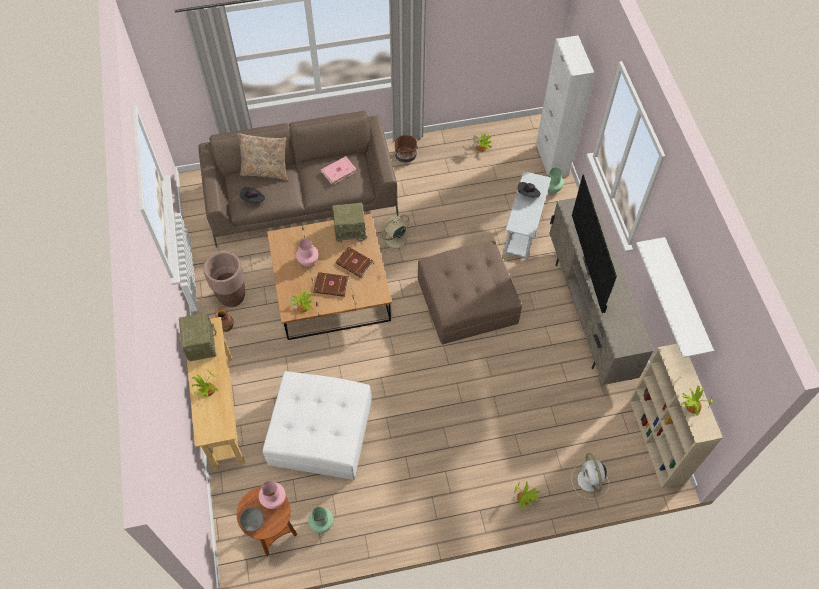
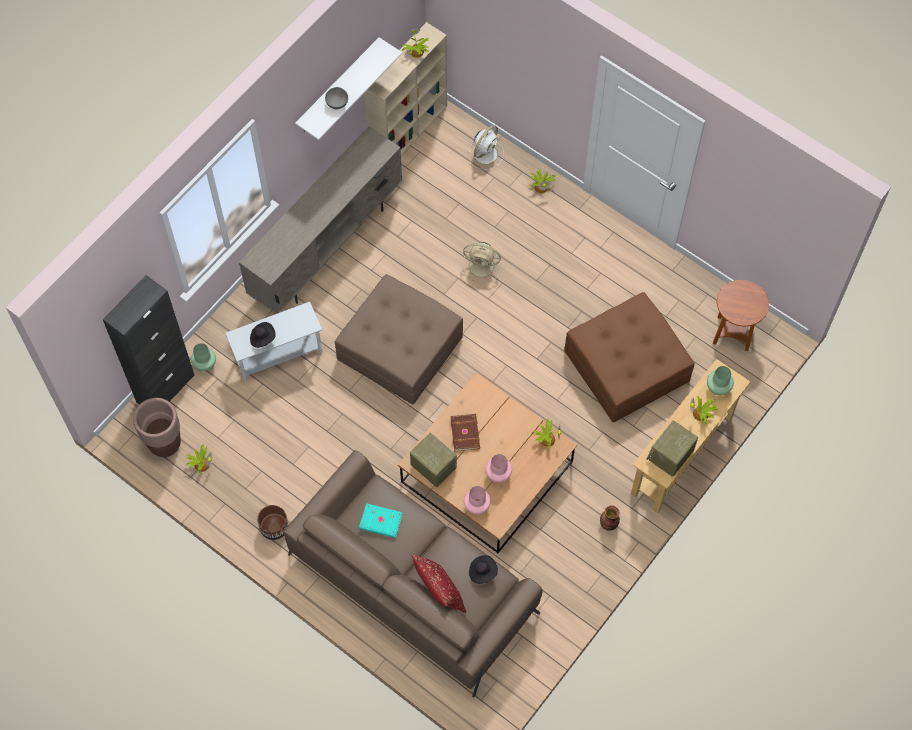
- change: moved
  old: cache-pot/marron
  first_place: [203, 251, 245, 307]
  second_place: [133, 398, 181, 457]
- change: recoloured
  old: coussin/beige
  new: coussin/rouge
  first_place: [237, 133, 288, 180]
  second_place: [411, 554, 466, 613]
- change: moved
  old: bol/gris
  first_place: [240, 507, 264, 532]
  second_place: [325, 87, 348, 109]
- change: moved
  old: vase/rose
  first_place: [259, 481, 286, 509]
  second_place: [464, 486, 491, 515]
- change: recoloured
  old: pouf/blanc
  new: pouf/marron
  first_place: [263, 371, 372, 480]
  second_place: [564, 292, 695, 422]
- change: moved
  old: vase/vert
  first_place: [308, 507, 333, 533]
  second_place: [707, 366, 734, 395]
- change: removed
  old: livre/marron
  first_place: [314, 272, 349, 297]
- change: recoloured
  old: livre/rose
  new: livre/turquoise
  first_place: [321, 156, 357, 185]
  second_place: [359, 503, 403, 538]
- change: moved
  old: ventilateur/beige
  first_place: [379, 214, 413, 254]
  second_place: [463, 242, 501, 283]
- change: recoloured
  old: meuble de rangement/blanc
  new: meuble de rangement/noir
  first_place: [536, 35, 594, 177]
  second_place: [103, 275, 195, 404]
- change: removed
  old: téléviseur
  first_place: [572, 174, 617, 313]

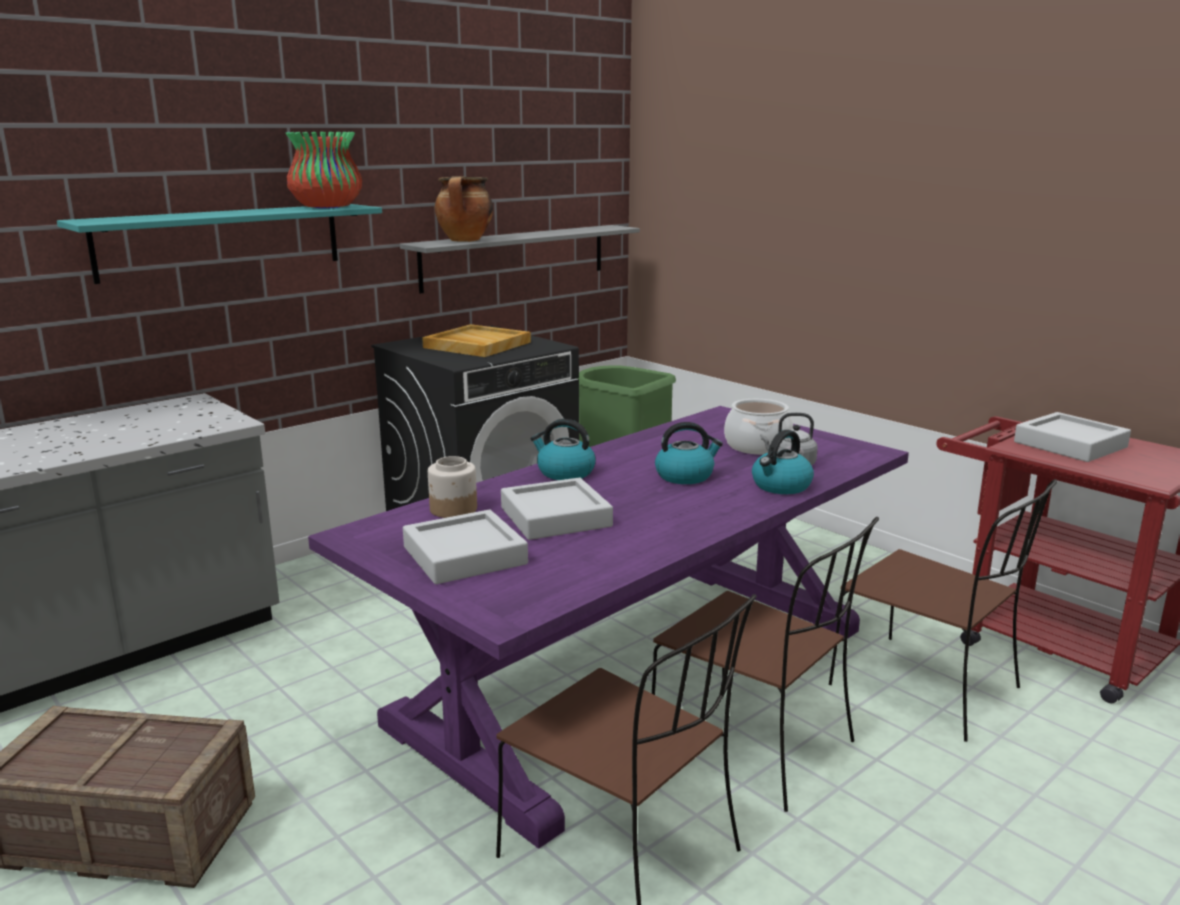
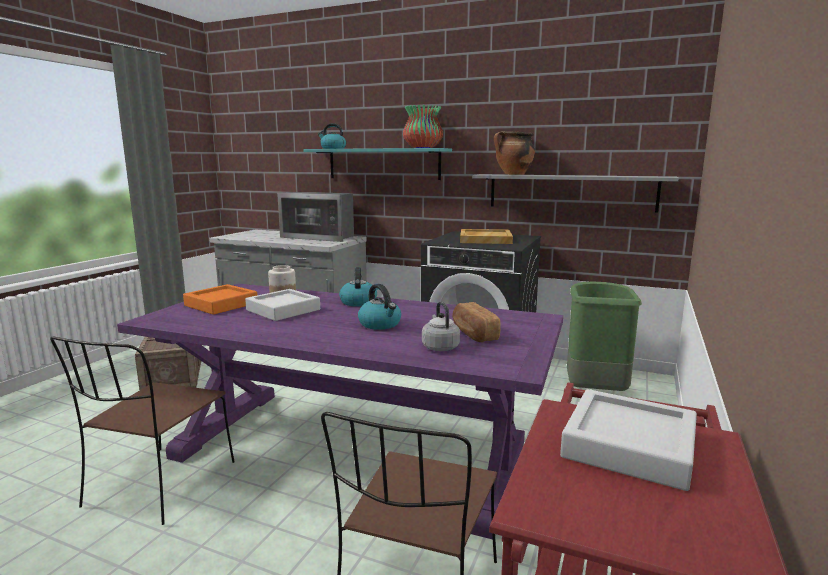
- change: recoloured
  old: plateau/gris
  new: plateau/orange
  first_place: [403, 510, 528, 584]
  second_place: [183, 284, 257, 315]
- change: removed
  old: chaise/marron
  first_place: [652, 517, 879, 812]
- change: replaced
  old: marmite
  new: pain
  first_place: [724, 399, 793, 455]
  second_place: [453, 302, 501, 342]
- change: moved
  old: bouilloire
  first_place: [752, 430, 814, 494]
  second_place: [318, 123, 346, 149]
- change: added
  new: micro-ondes
  second_place: [277, 192, 354, 242]

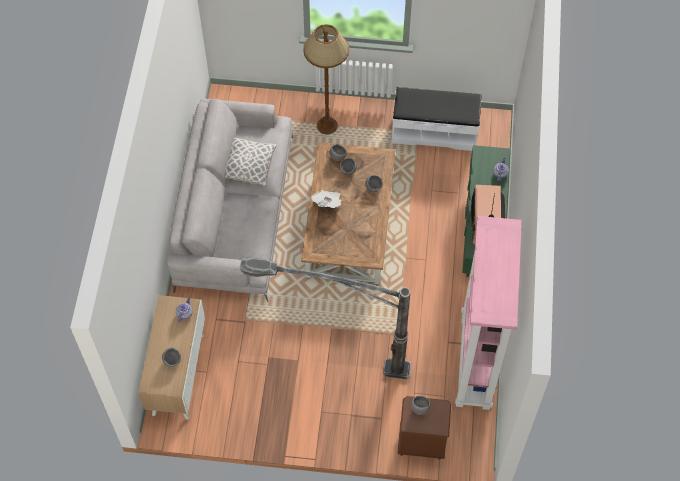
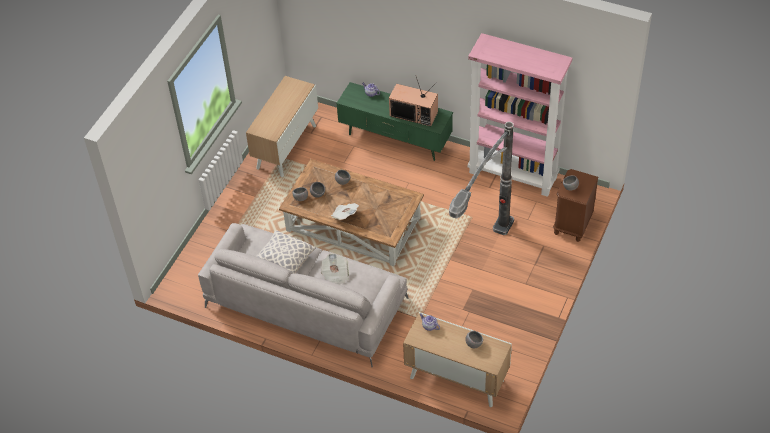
- change: removed
  old: lampadaire/marron
  first_place: [303, 24, 349, 135]
- change: replaced
  old: banc/blanc
  new: meuble de rangement
  first_place: [392, 87, 482, 151]
  second_place: [246, 76, 318, 177]
- change: added
  new: journal
  second_place: [321, 253, 349, 285]

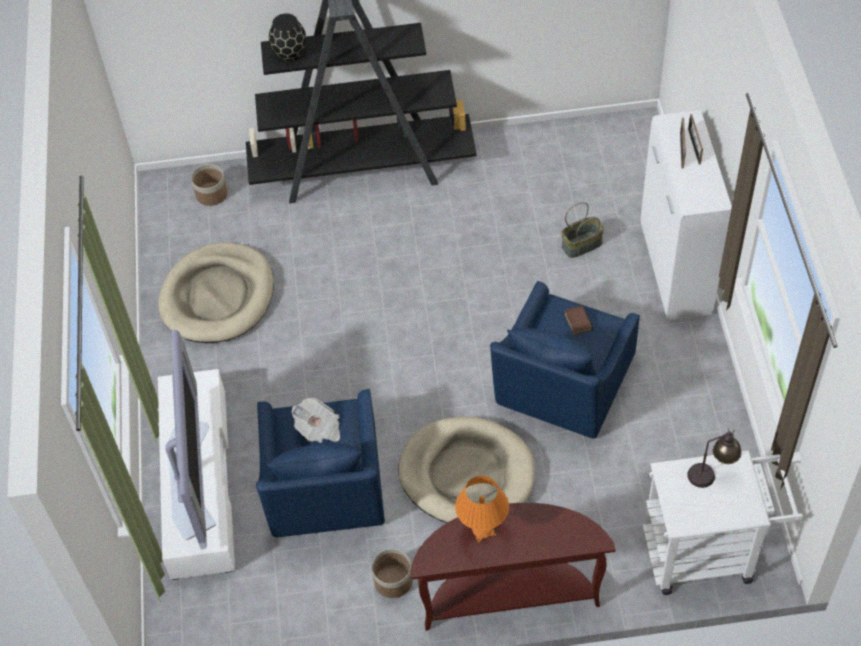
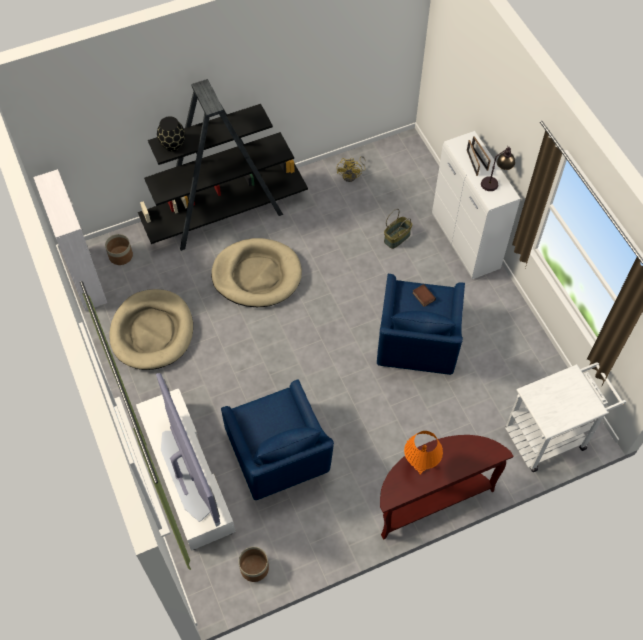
- change: removed
  old: journal
  first_place: [292, 398, 340, 443]
- change: moved
  old: cache-pot
  first_place: [372, 549, 413, 598]
  second_place: [239, 547, 269, 582]
- change: moved
  old: panier pour chien/beige
  first_place: [398, 416, 535, 523]
  second_place: [211, 238, 302, 307]
- change: moved
  old: lampe de table
  first_place: [687, 429, 742, 488]
  second_place: [481, 146, 515, 191]
- change: added
  new: meuble de rangement/blanc
  second_place: [33, 169, 107, 311]
- change: added
  new: ventilateur/jaune
  second_place: [337, 156, 366, 182]

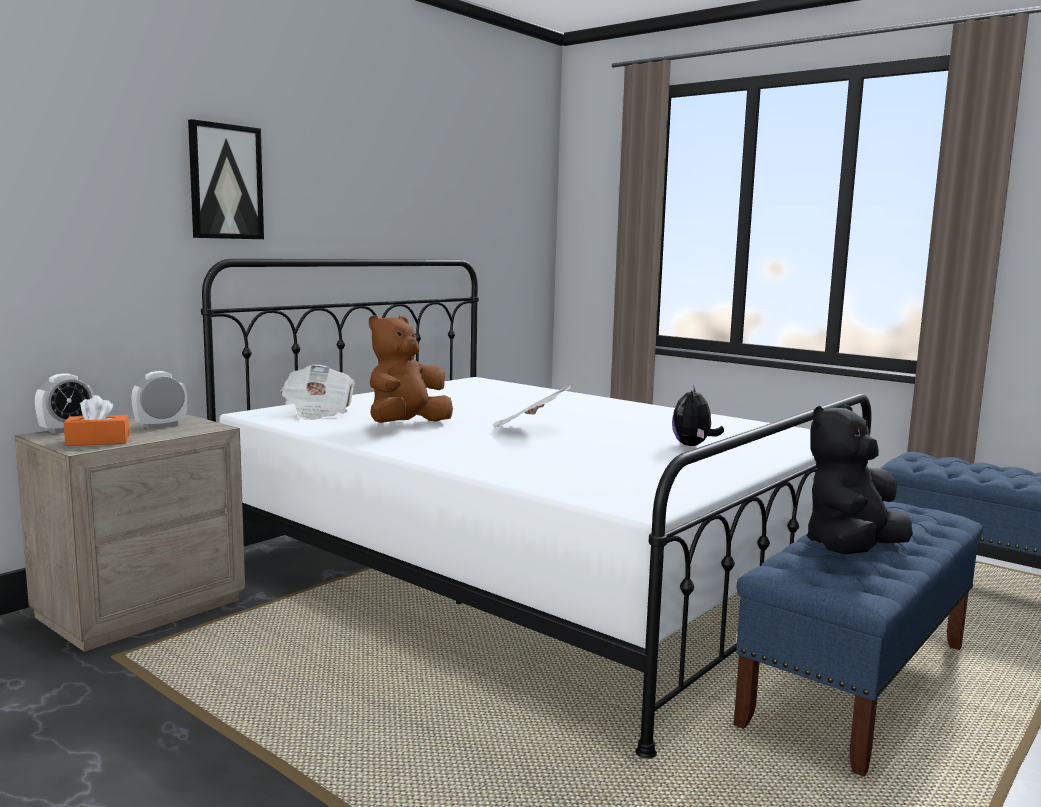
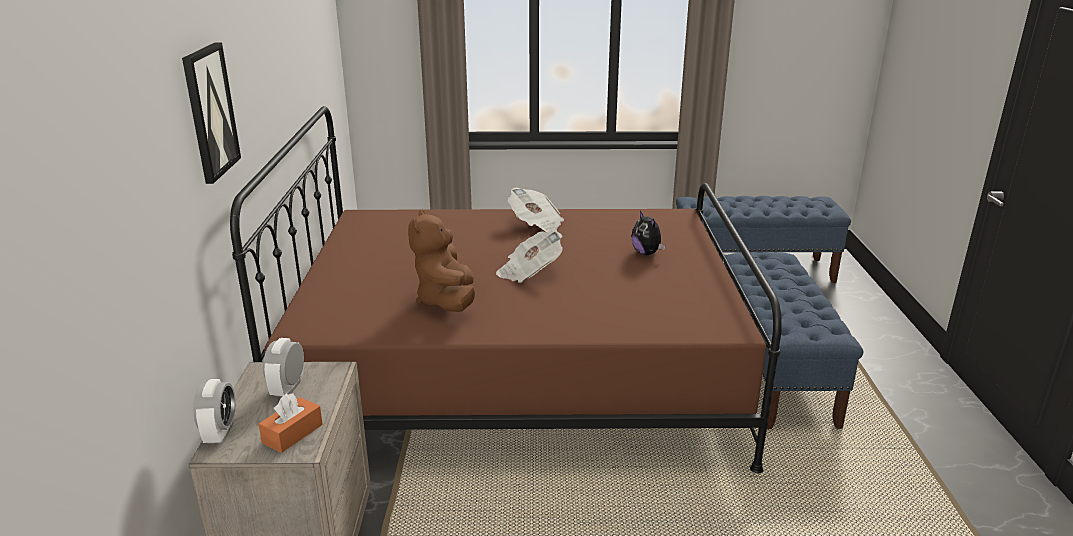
- change: recoloured
  old: lit/blanc
  new: lit/marron
  first_place: [201, 259, 871, 759]
  second_place: [230, 106, 782, 473]
- change: moved
  old: journal
  first_place: [281, 364, 355, 420]
  second_place: [508, 187, 564, 232]
- change: removed
  old: peluche/noir
  first_place: [807, 404, 913, 554]

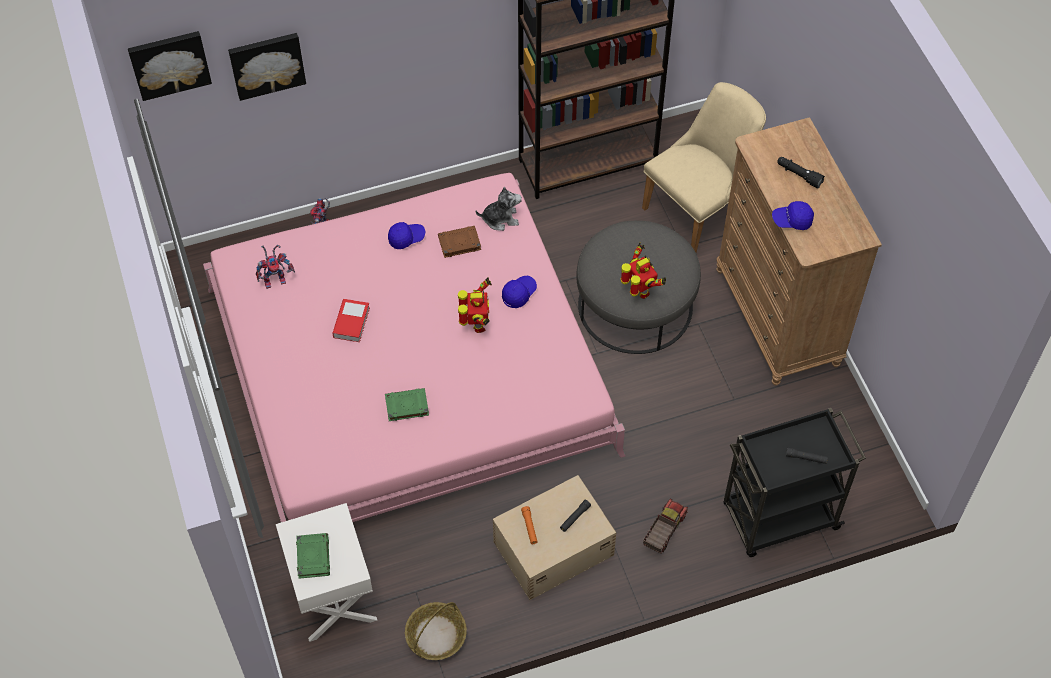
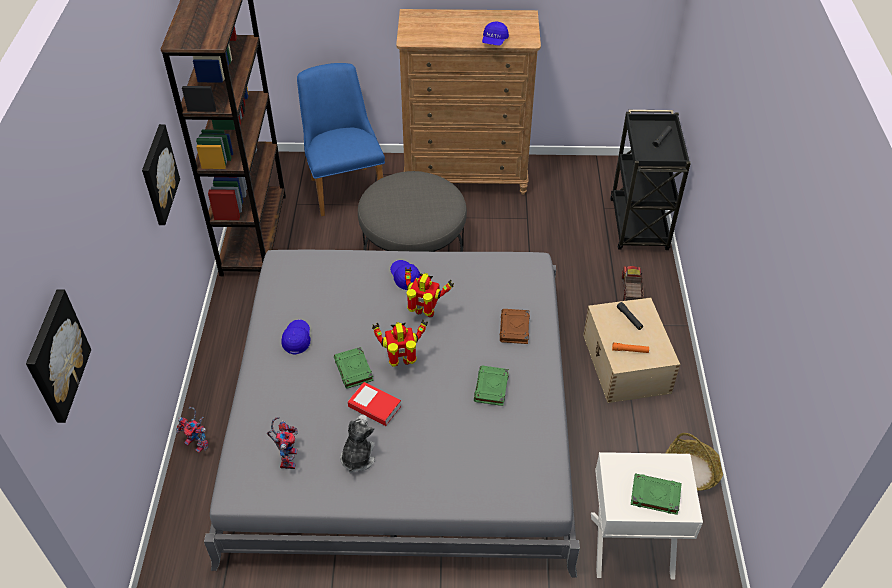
- change: recoloured
  old: lit/rose
  new: lit/gris
  first_place: [203, 173, 626, 522]
  second_place: [204, 250, 580, 577]
- change: moved
  old: tableau
  first_place: [228, 33, 306, 101]
  second_place: [142, 124, 180, 225]
- change: moved
  old: livre/marron
  first_place: [438, 226, 481, 258]
  second_place: [500, 309, 530, 344]
- change: moved
  old: peluche
  first_place: [476, 187, 522, 231]
  second_place: [340, 415, 375, 473]
- change: moved
  old: robot jouet
  first_place: [620, 243, 666, 299]
  second_place: [372, 320, 428, 367]
- change: recoloured
  old: chaise/beige
  new: chaise/bleu
  first_place: [642, 82, 766, 253]
  second_place: [297, 63, 385, 216]
- change: turned
  old: camion jouet
  first_place: [643, 498, 688, 554]
  second_place: [622, 266, 644, 301]
  degrees: 45
- change: removed
  old: lampe de poche/noir
  first_place: [777, 157, 825, 188]
- change: added
  new: livre/vert
  second_place: [334, 347, 374, 389]

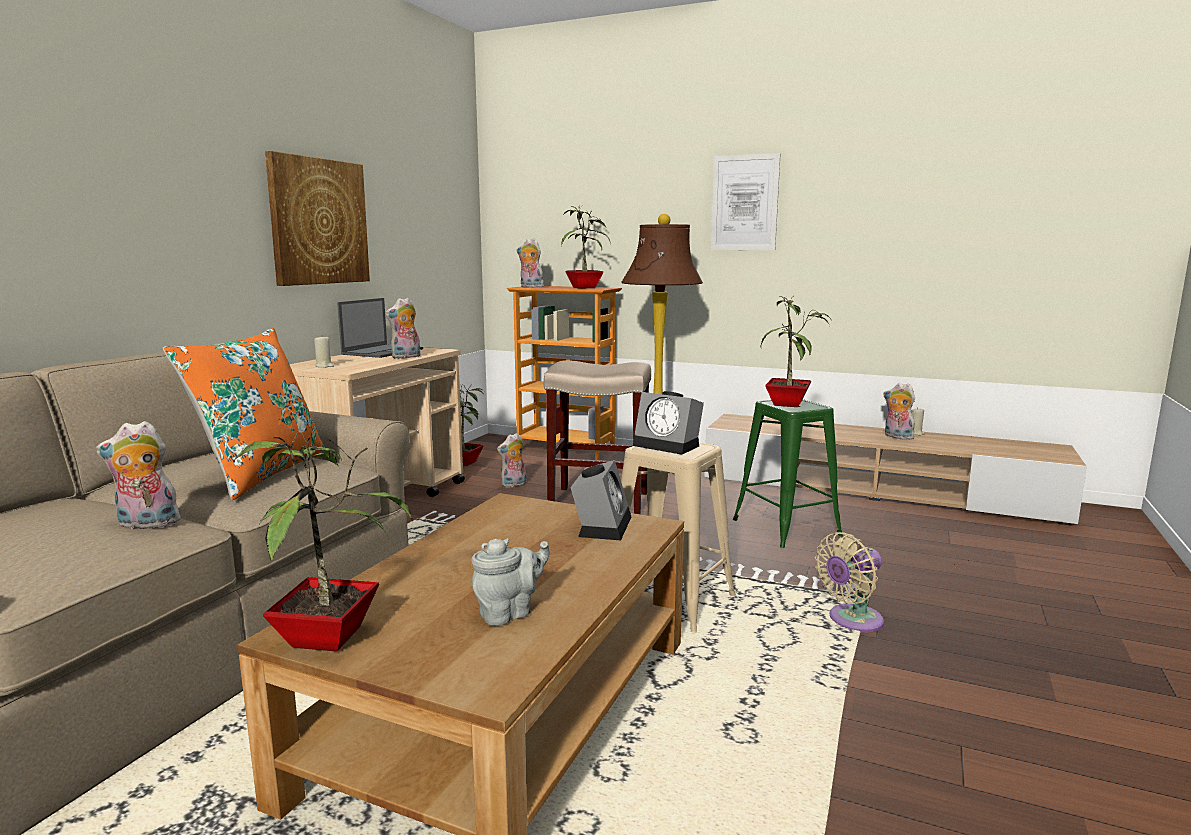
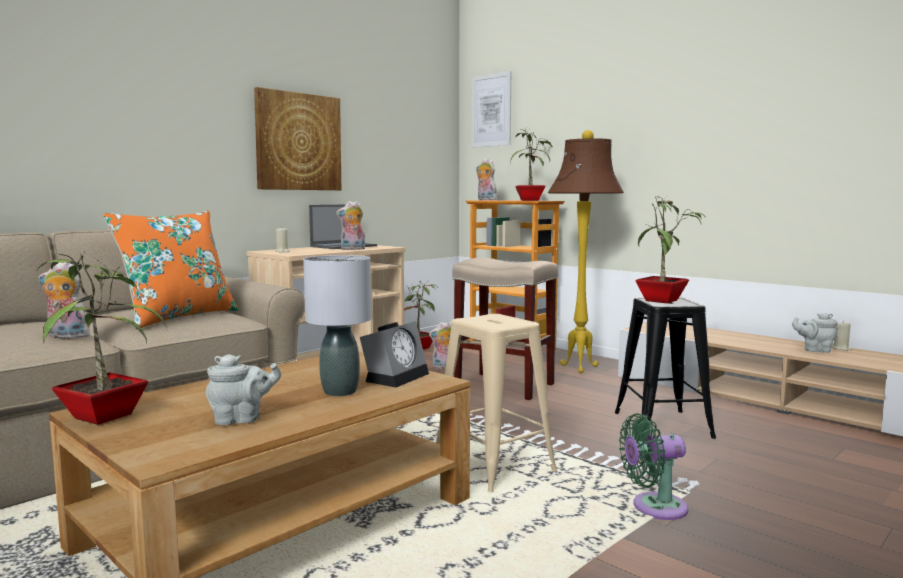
- change: removed
  old: réveil
  first_place: [633, 391, 704, 455]
- change: moved
  old: tableau
  first_place: [711, 153, 781, 250]
  second_place: [472, 71, 511, 148]
- change: recoloured
  old: tabouret/vert
  new: tabouret/noir
  first_place: [733, 399, 843, 548]
  second_place: [614, 297, 716, 439]
- change: recoloured
  old: ventilateur/beige
  new: ventilateur/vert
  first_place: [815, 532, 884, 632]
  second_place: [619, 413, 688, 520]
- change: replaced
  old: peluche
  new: théière/gris
  first_place: [883, 383, 915, 440]
  second_place: [792, 313, 837, 353]
- change: added
  new: lampe de table/gris
  second_place: [303, 255, 371, 396]

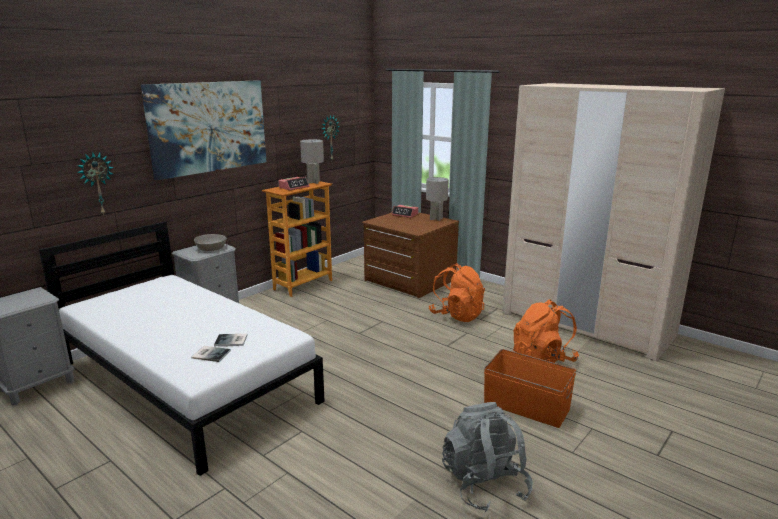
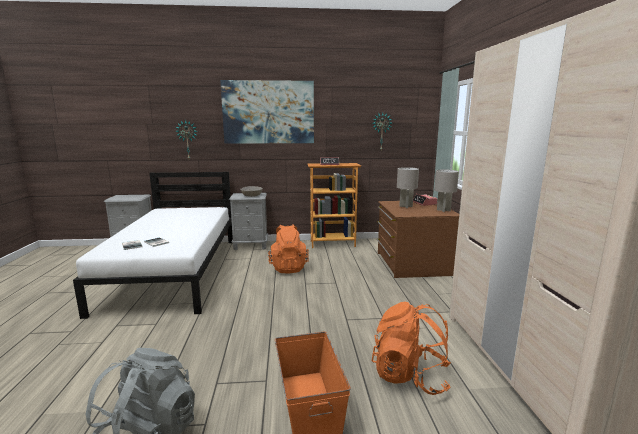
- change: moved
  old: lampe de table/gris
  first_place: [300, 139, 324, 184]
  second_place: [397, 167, 419, 208]
- change: moved
  old: sac à dos/orange
  first_place: [429, 263, 485, 322]
  second_place: [268, 224, 309, 273]

